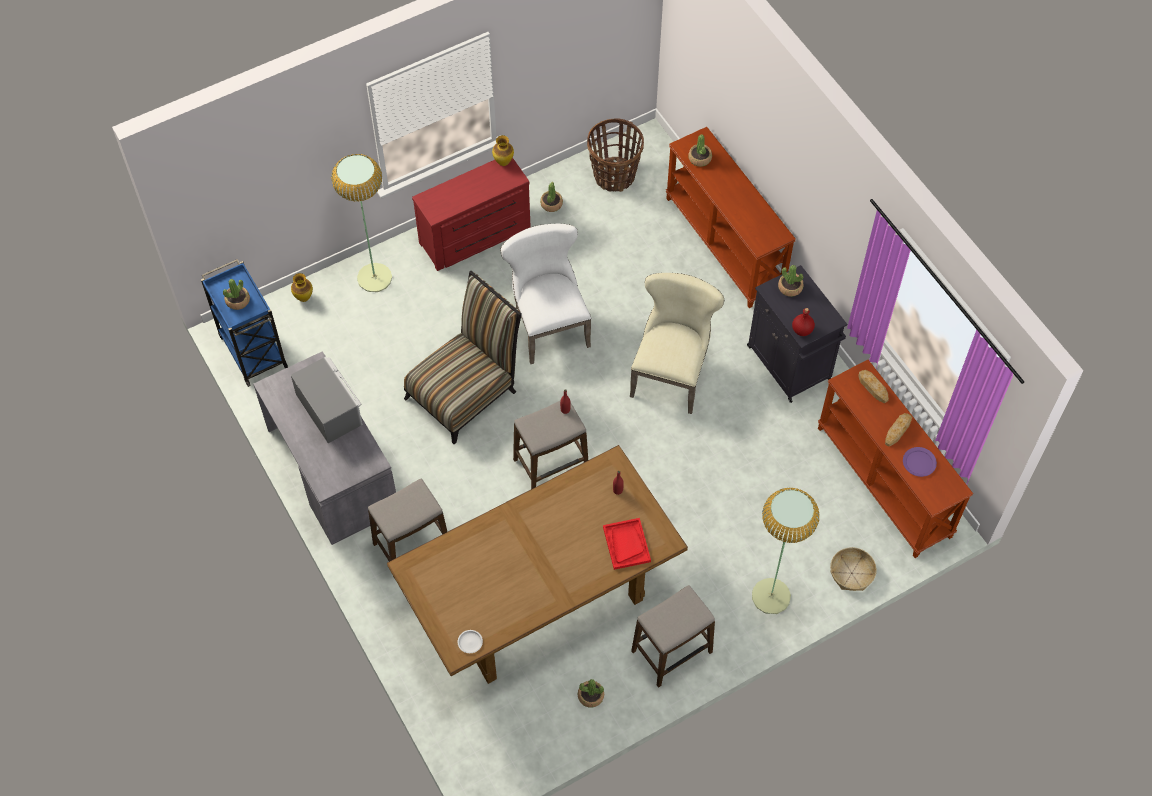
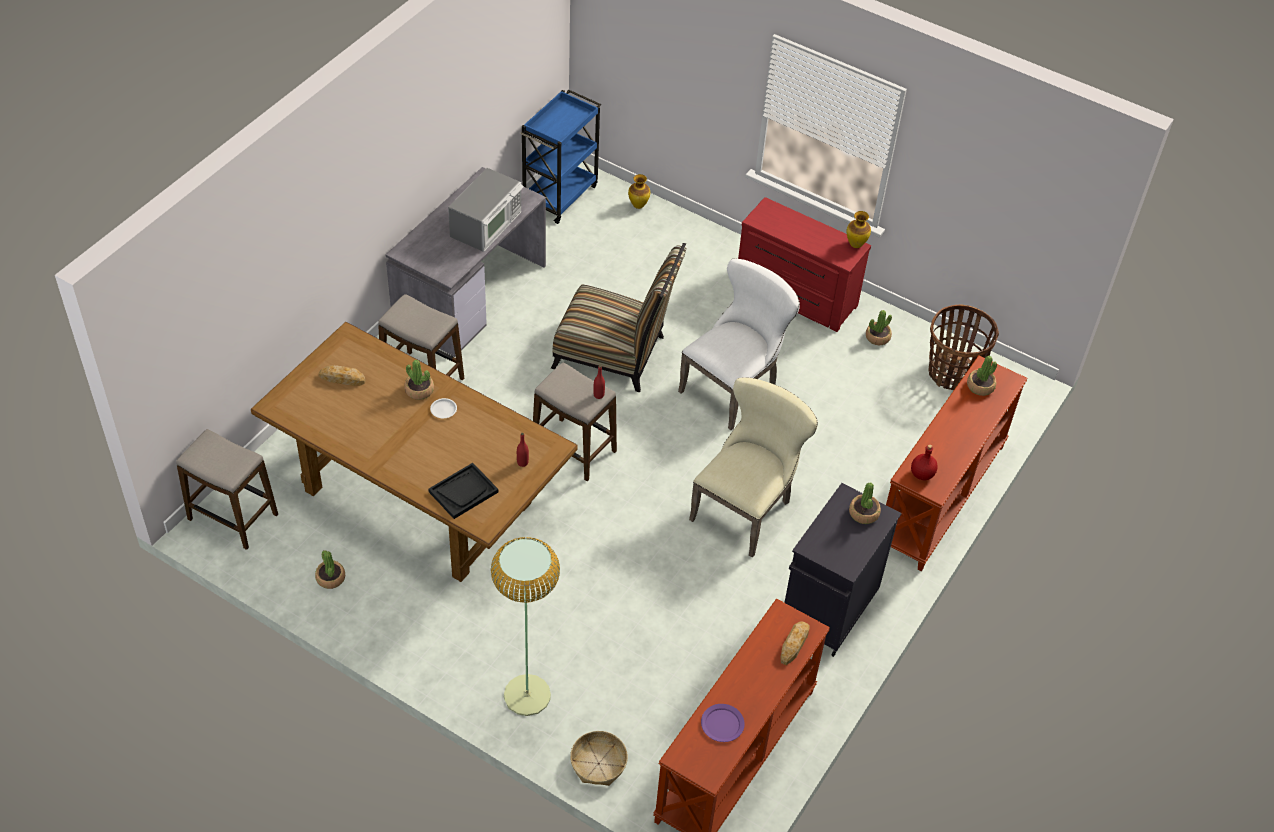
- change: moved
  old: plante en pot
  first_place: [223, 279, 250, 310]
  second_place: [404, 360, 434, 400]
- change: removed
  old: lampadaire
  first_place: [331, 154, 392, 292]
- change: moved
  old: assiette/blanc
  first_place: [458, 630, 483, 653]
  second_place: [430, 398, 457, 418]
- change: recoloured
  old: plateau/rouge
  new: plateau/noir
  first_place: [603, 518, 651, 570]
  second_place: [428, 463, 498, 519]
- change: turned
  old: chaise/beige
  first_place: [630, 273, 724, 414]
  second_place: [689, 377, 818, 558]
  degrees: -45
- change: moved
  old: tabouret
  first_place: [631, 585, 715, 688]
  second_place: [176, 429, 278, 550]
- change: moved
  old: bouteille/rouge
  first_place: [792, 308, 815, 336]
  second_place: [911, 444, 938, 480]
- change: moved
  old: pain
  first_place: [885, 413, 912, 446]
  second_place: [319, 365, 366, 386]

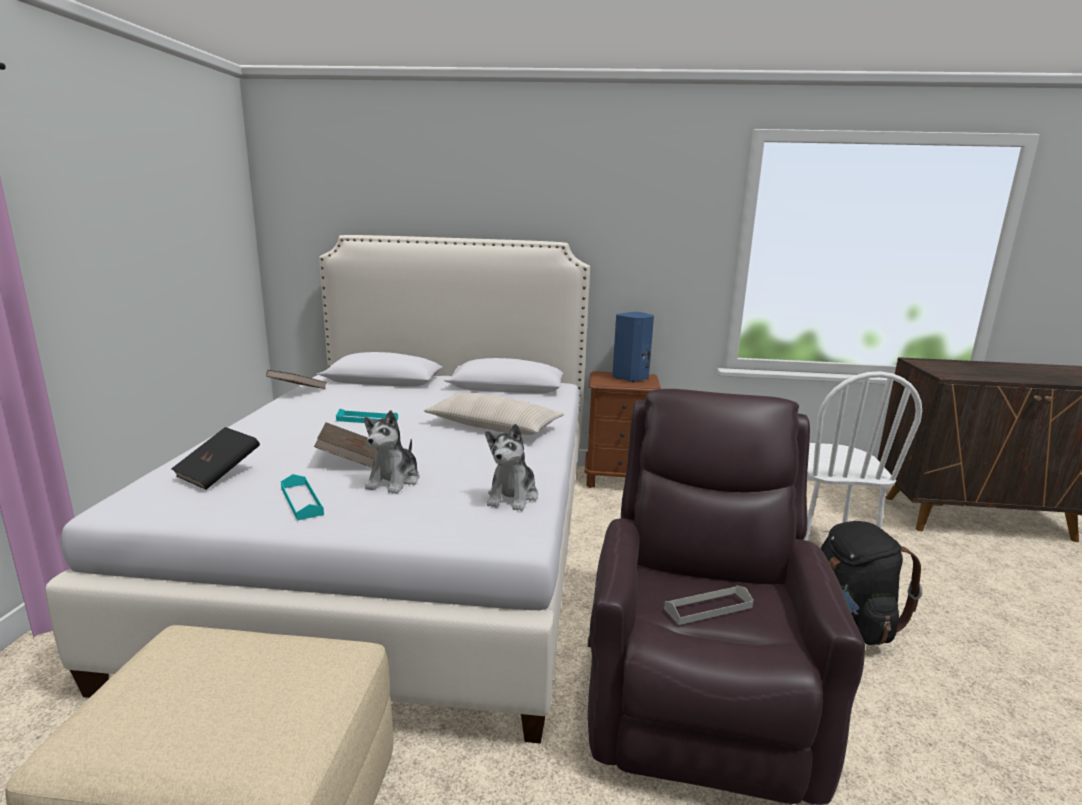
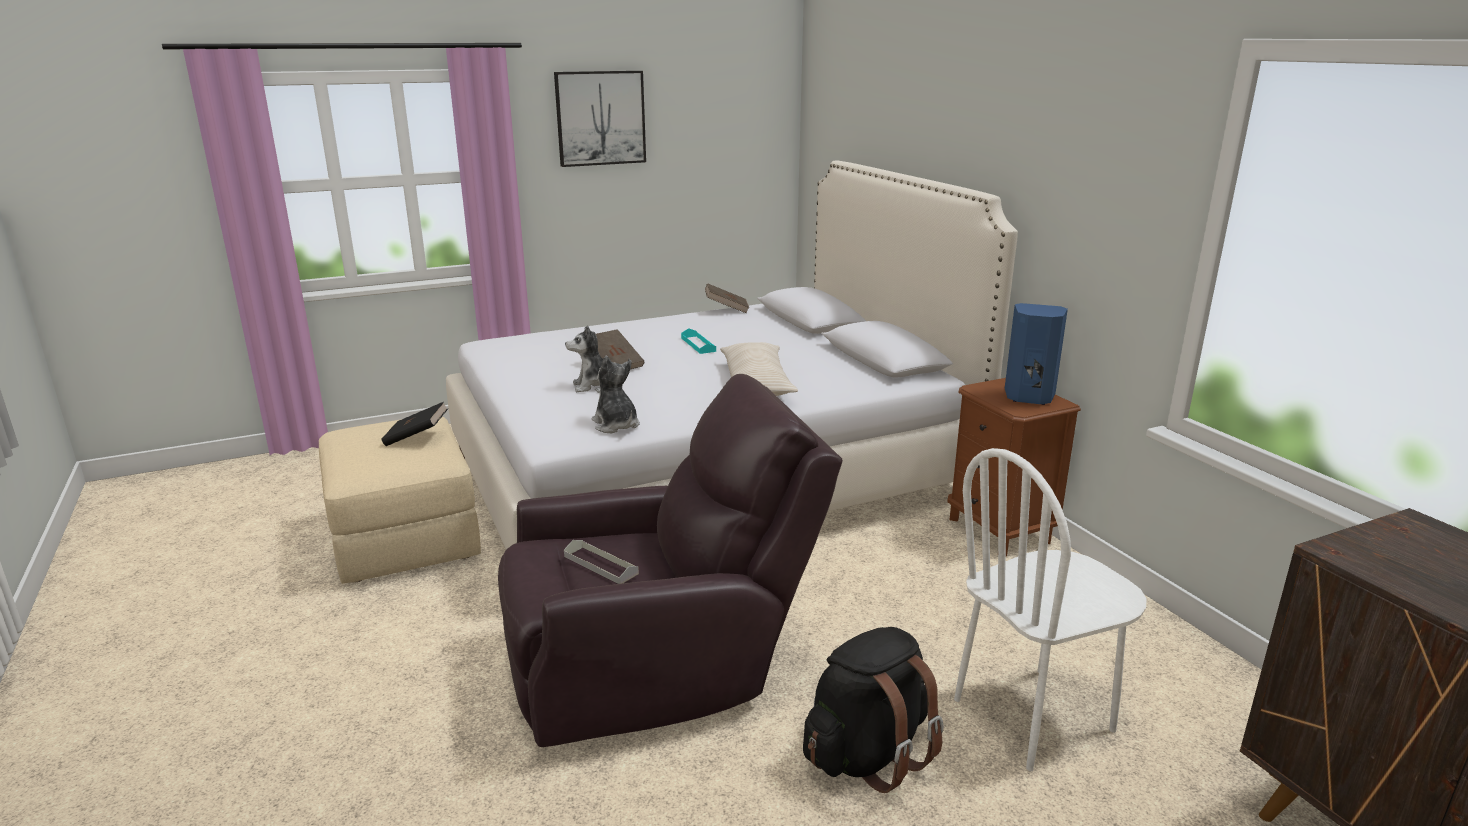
- change: moved
  old: livre/noir
  first_place: [171, 427, 260, 490]
  second_place: [381, 402, 448, 446]
- change: removed
  old: plateau/turquoise
  first_place: [281, 474, 324, 521]
- change: turned
  old: peluche
  first_place: [485, 424, 538, 511]
  second_place: [592, 356, 640, 433]
  degrees: 75
- change: added
  new: tableau
  second_place: [554, 71, 646, 167]

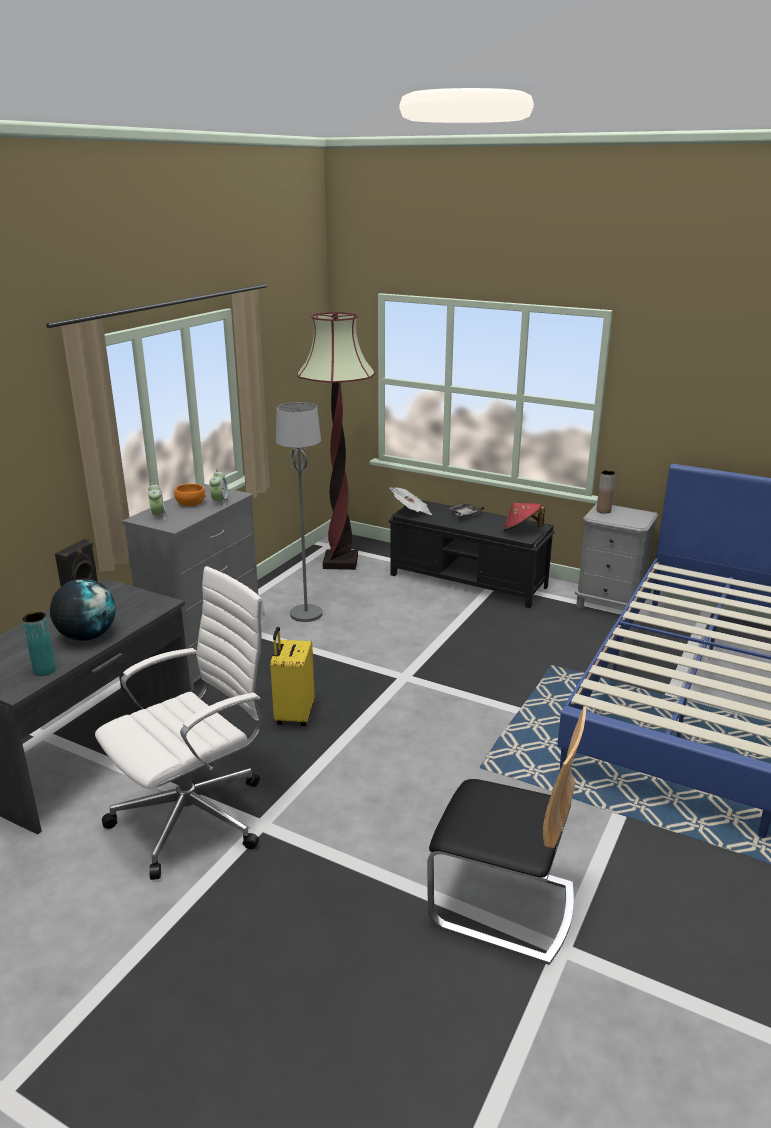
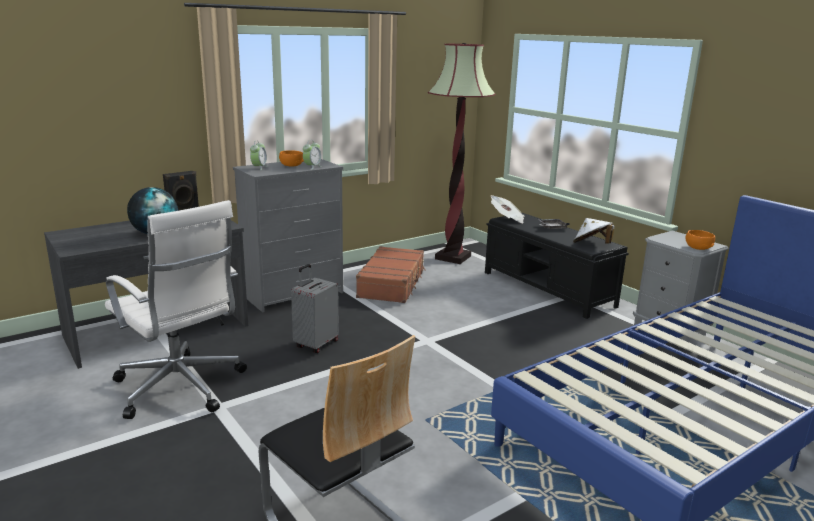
- change: removed
  old: vase/turquoise
  first_place: [22, 612, 56, 676]
- change: turned
  old: chaise de bureau/blanc
  first_place: [95, 566, 265, 880]
  second_place: [105, 200, 247, 419]
  degrees: 60
- change: recoloured
  old: valise/jaune
  new: valise/gris
  first_place: [270, 627, 314, 726]
  second_place: [291, 264, 339, 353]
- change: replaced
  old: lampadaire/gris
  new: valise/marron
  first_place: [276, 402, 322, 622]
  second_place: [356, 246, 426, 303]
- change: recoloured
  old: chapeau/rouge
  new: chapeau/blanc
  first_place: [503, 503, 545, 531]
  second_place: [573, 218, 614, 244]
- change: removed
  old: vase/marron
  first_place: [597, 470, 616, 514]
- change: added
  new: bol/orange
  second_place: [685, 230, 715, 250]

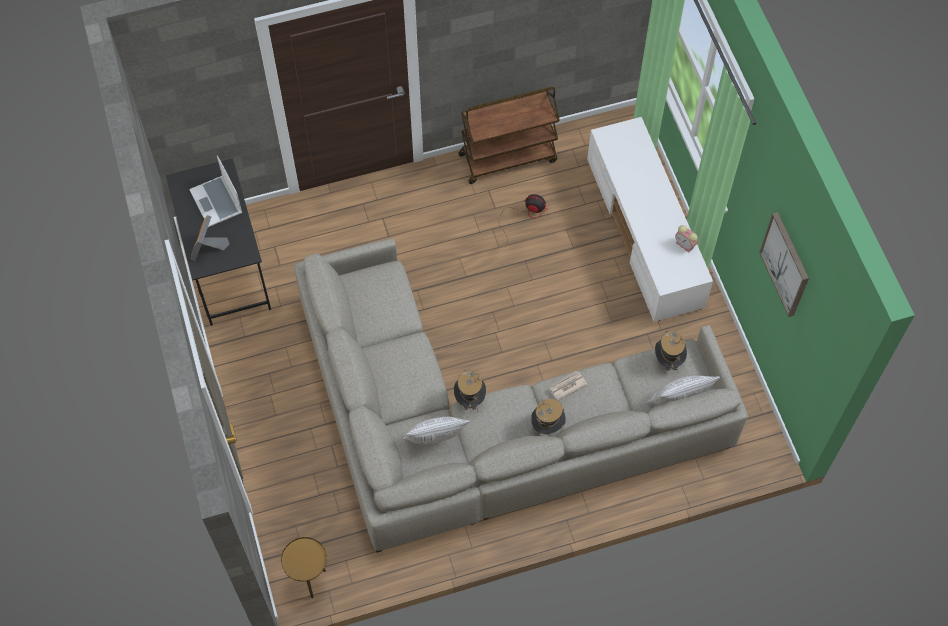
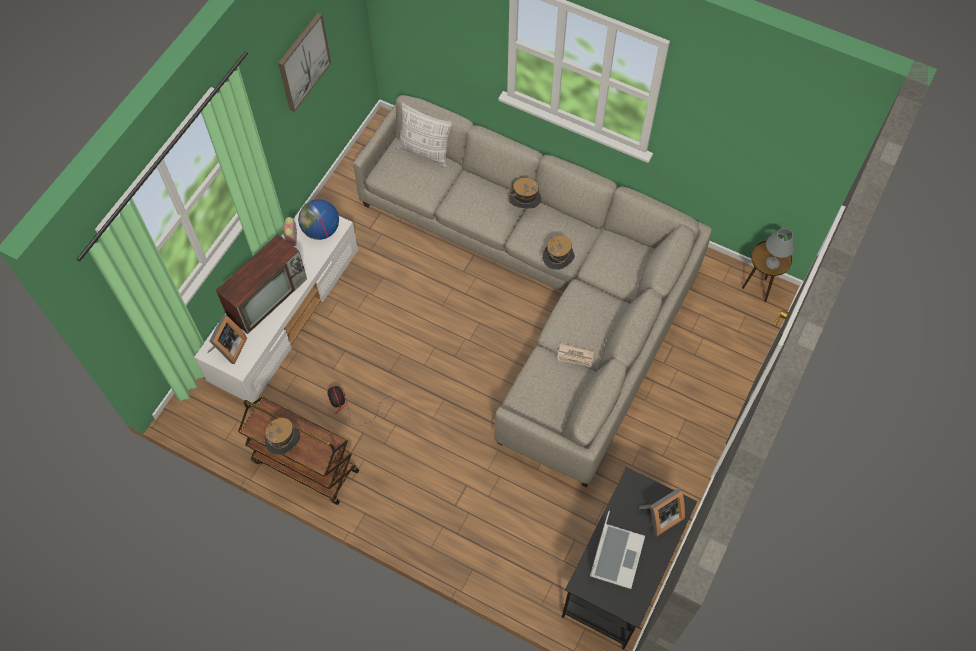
- change: removed
  old: coussin
  first_place: [403, 417, 470, 445]
- change: moved
  old: journal
  first_place: [548, 371, 588, 401]
  second_place: [557, 343, 594, 367]
- change: moved
  old: chapeau
  first_place: [655, 330, 687, 374]
  second_place: [265, 418, 300, 455]
- change: added
  new: cadre photo
  second_place: [208, 315, 247, 364]
- change: added
  new: téléviseur
  second_place: [216, 234, 307, 334]
- change: added
  new: globe
  second_place: [298, 199, 339, 240]
- change: added
  new: lampe de table/gris
  second_place: [766, 228, 795, 270]

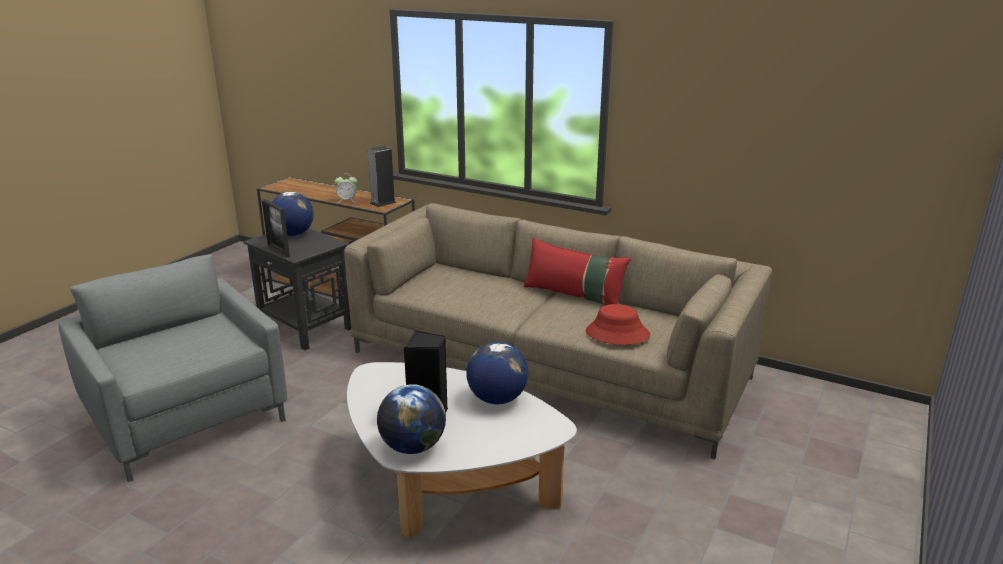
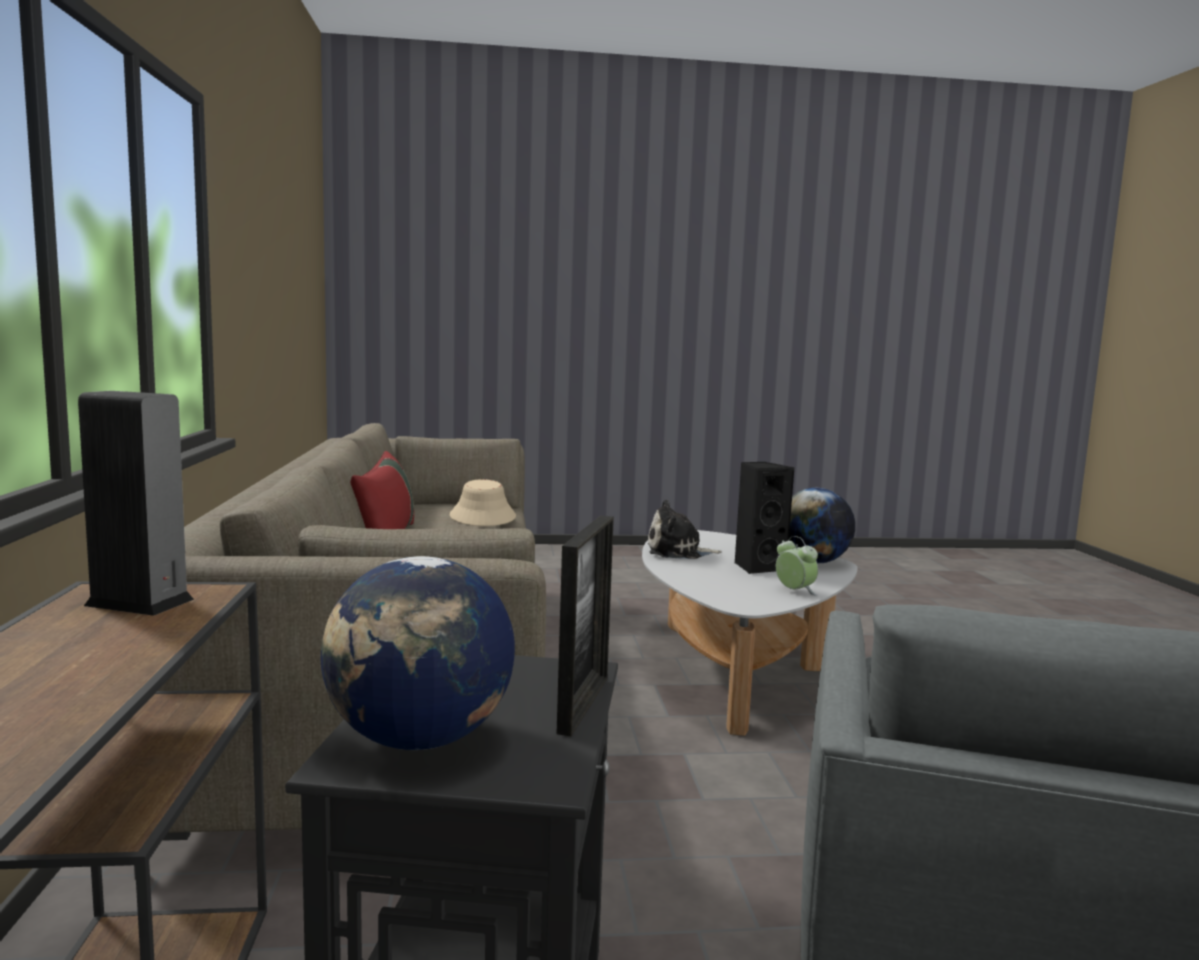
- change: moved
  old: réveil
  first_place: [334, 173, 357, 203]
  second_place: [776, 536, 818, 596]
- change: replaced
  old: globe
  new: peluche
  first_place: [466, 342, 528, 404]
  second_place: [648, 500, 722, 559]
- change: recoloured
  old: chapeau/rouge
  new: chapeau/beige
  first_place: [586, 304, 650, 345]
  second_place: [450, 479, 516, 526]

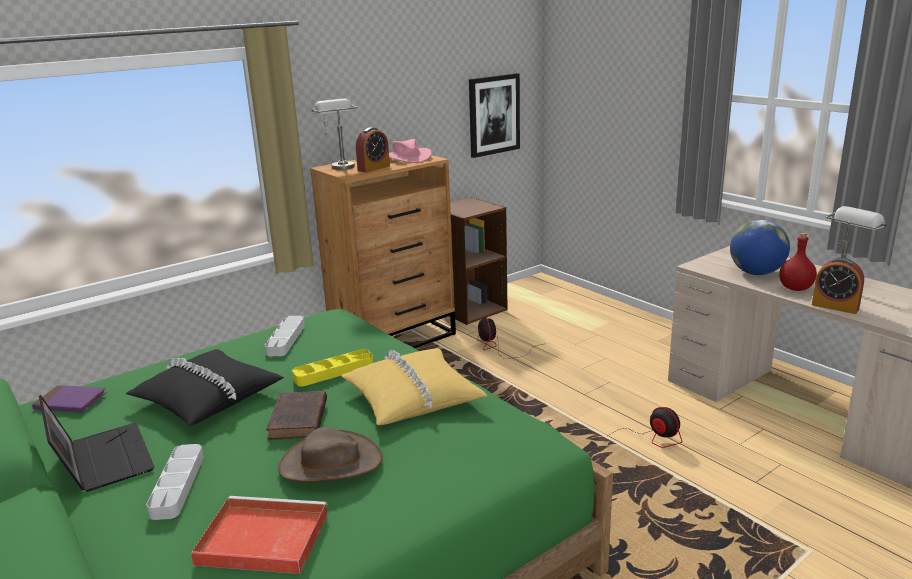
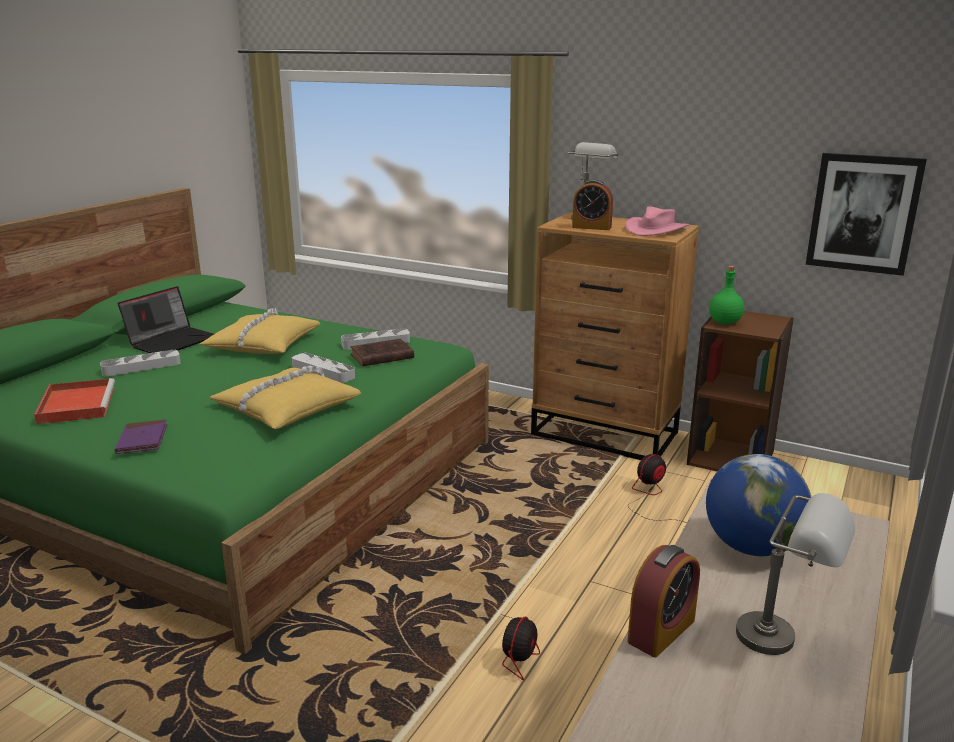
- change: moved
  old: livre/violet
  first_place: [32, 385, 107, 413]
  second_place: [115, 419, 167, 454]
- change: recoloured
  old: coussin/noir
  new: coussin/jaune
  first_place: [126, 349, 284, 426]
  second_place: [200, 308, 321, 354]
- change: moved
  old: livre/marron
  first_place: [266, 391, 327, 440]
  second_place: [350, 339, 414, 367]
- change: removed
  old: chapeau/marron
  first_place: [278, 427, 383, 482]
- change: recoloured
  old: plateau/jaune
  new: plateau/gris
  first_place: [292, 349, 373, 386]
  second_place: [292, 353, 355, 383]
- change: removed
  old: bouteille/rouge
  first_place: [779, 233, 817, 291]
- change: turned
  old: réveil
  first_place: [812, 257, 864, 314]
  second_place: [627, 545, 700, 658]
  degrees: -150
- change: added
  new: bouteille/vert
  second_place: [709, 266, 744, 324]

